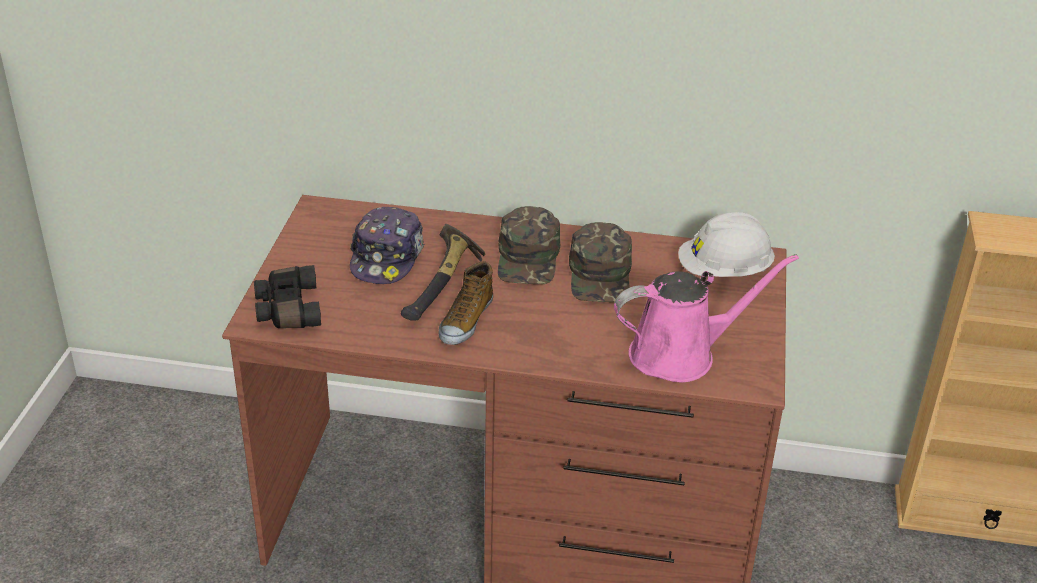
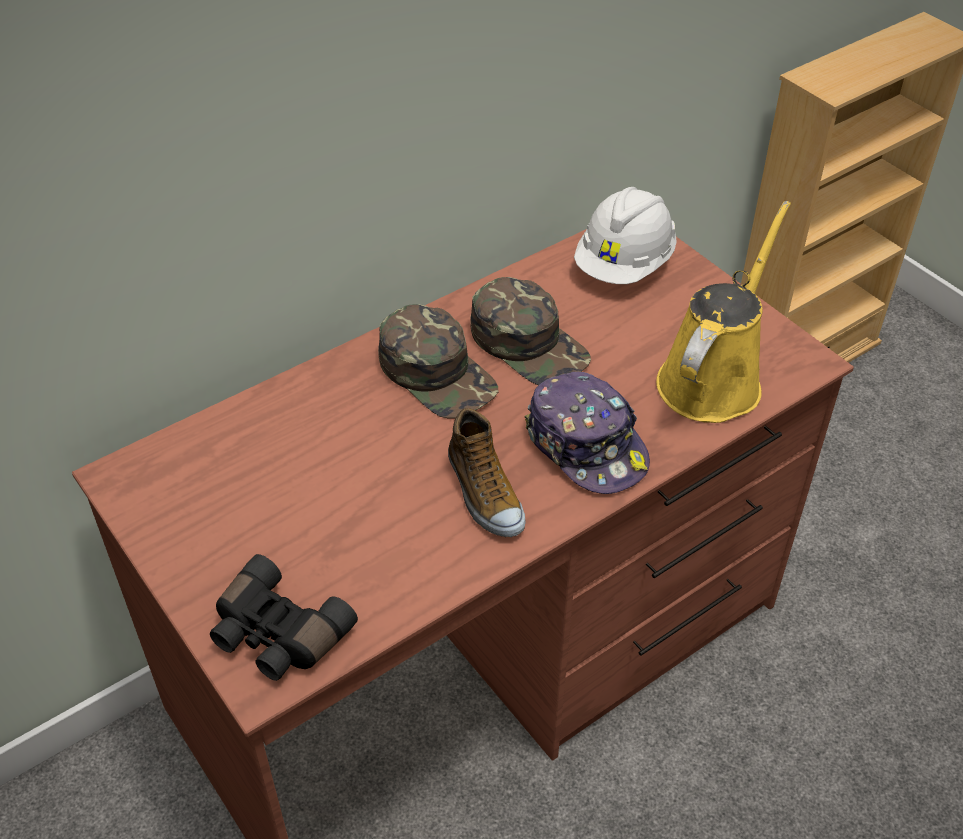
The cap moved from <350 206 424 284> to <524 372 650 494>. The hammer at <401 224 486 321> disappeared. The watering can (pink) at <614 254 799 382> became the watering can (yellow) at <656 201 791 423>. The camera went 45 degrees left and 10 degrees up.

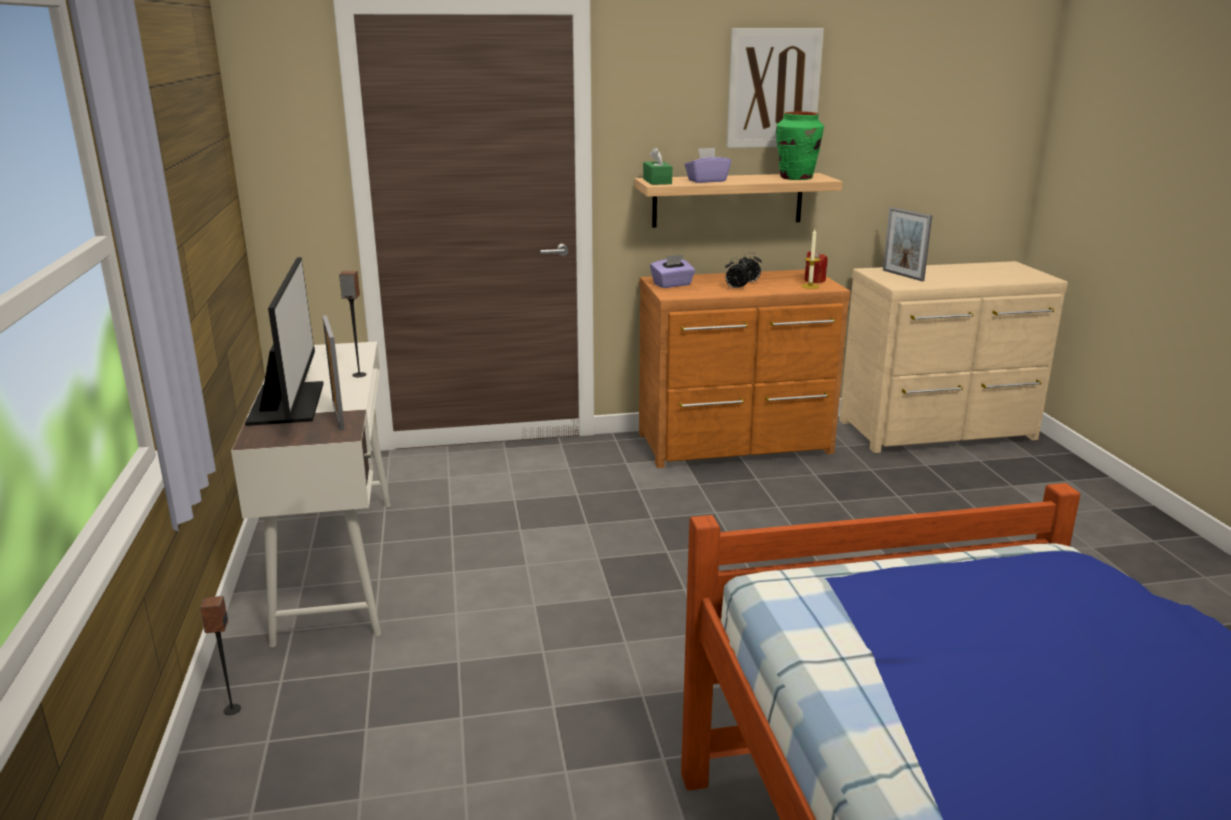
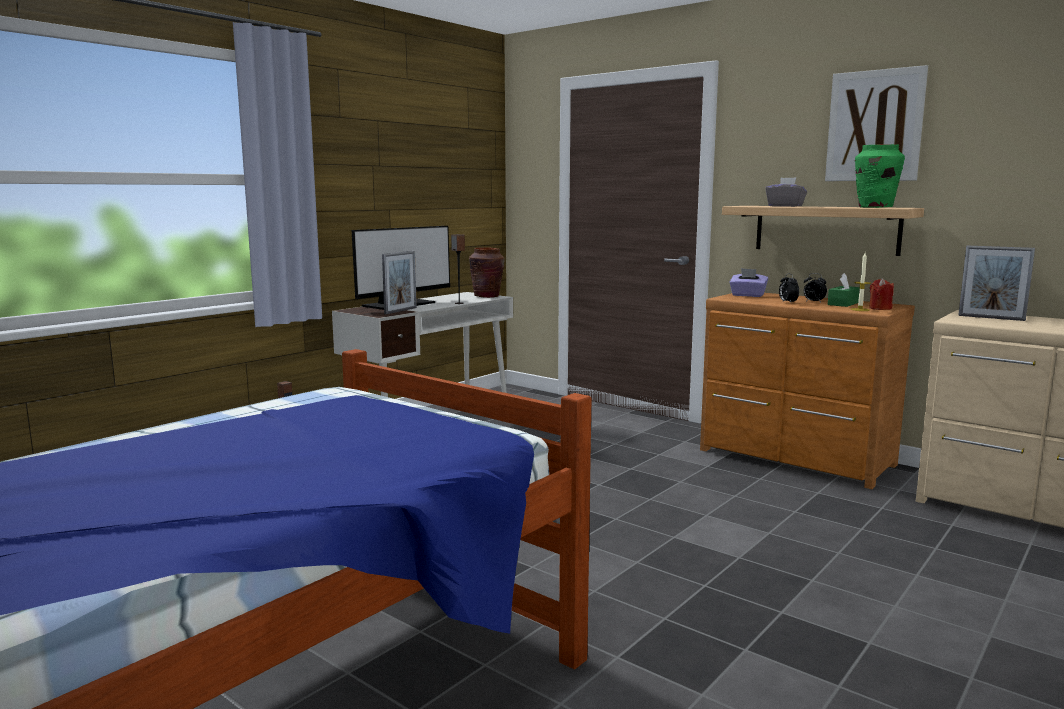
The tissue box (green) moved from <643 147 672 185> to <828 273 860 307>. The tissue box (purple) at <685 148 731 183> became the tissue box (grey) at <766 177 807 207>. The picture frame at <883 207 932 281> turned 75 degrees counterclockwise. The vase (brown) at <469 247 505 298> appeared. The camera went 50 degrees right and 10 degrees down.

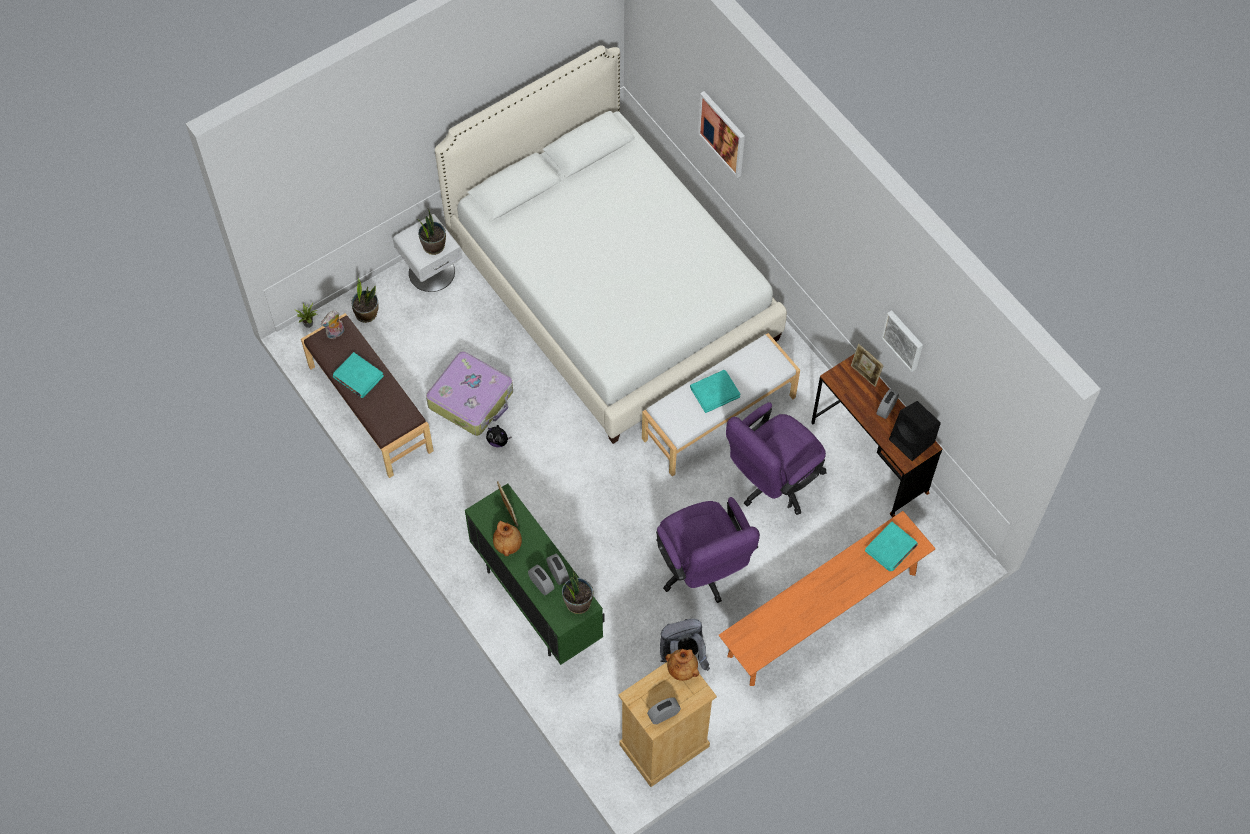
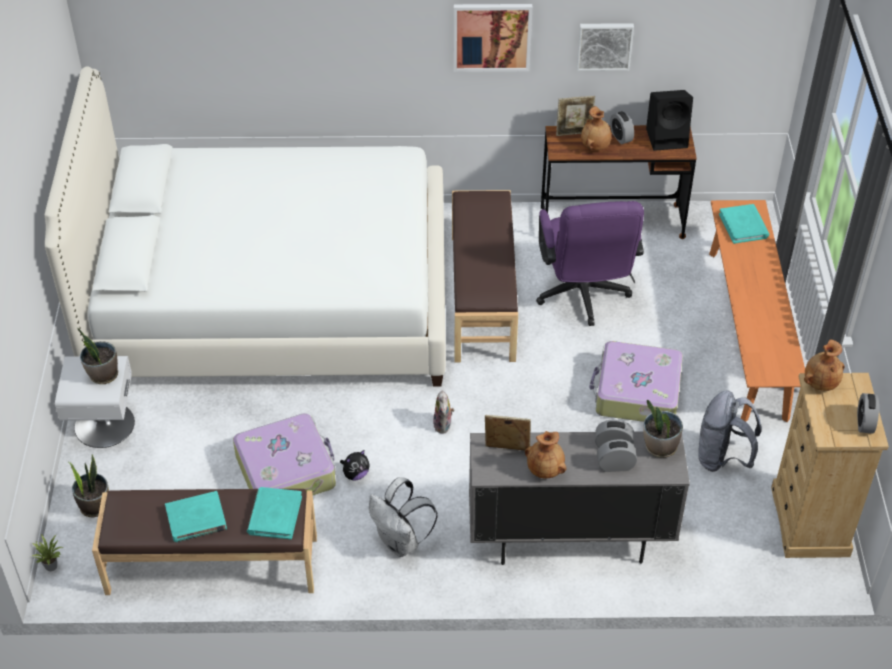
The plush toy moved from <321 310 344 339> to <433 391 455 434>. The cabinet (green) at <465 483 605 665> became the cabinet (grey) at <469 431 690 565>. The bench (white) at <642 333 800 477> became the bench (brown) at <452 190 518 362>. The office chair (purple) at <656 497 760 603> was replaced by the suitcase at <589 341 683 422>. The book (turquoise) moved from <690 370 740 413> to <247 487 302 539>. The picture moved from <698 91 745 178> to <453 4 532 72>. The backpack (white) at <369 477 438 557> appeared. The vase (brown) at <581 106 611 150> appeared. The camera went 55 degrees left and 15 degrees down.

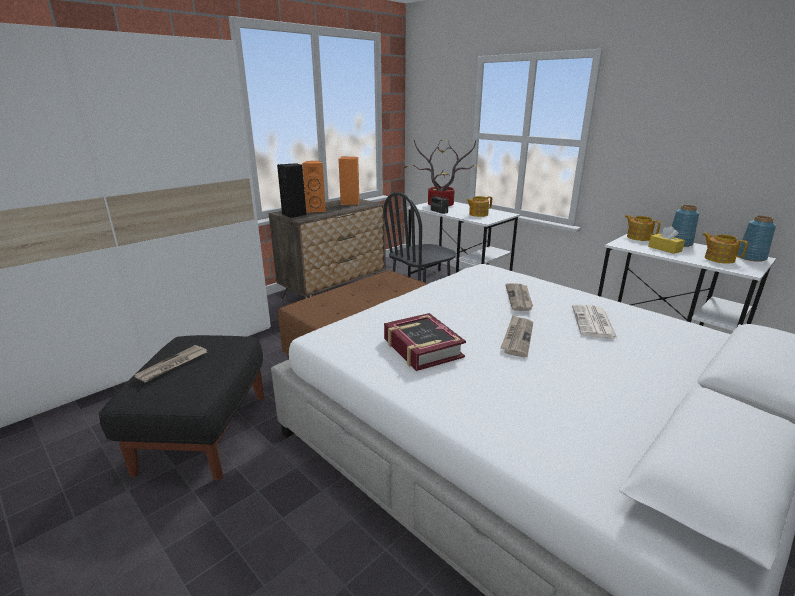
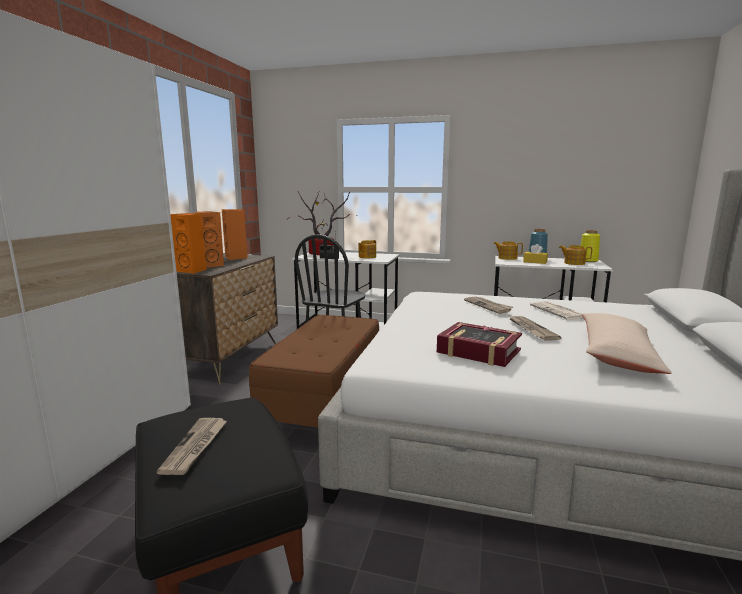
The speaker (black) at <277 163 307 218> became the speaker (orange) at <170 213 207 274>. The vase (blue) at <737 216 776 262> became the vase (yellow) at <581 230 600 262>. The pillow (beige) at <582 313 672 374> appeared. The camera went 30 degrees left and 10 degrees down.

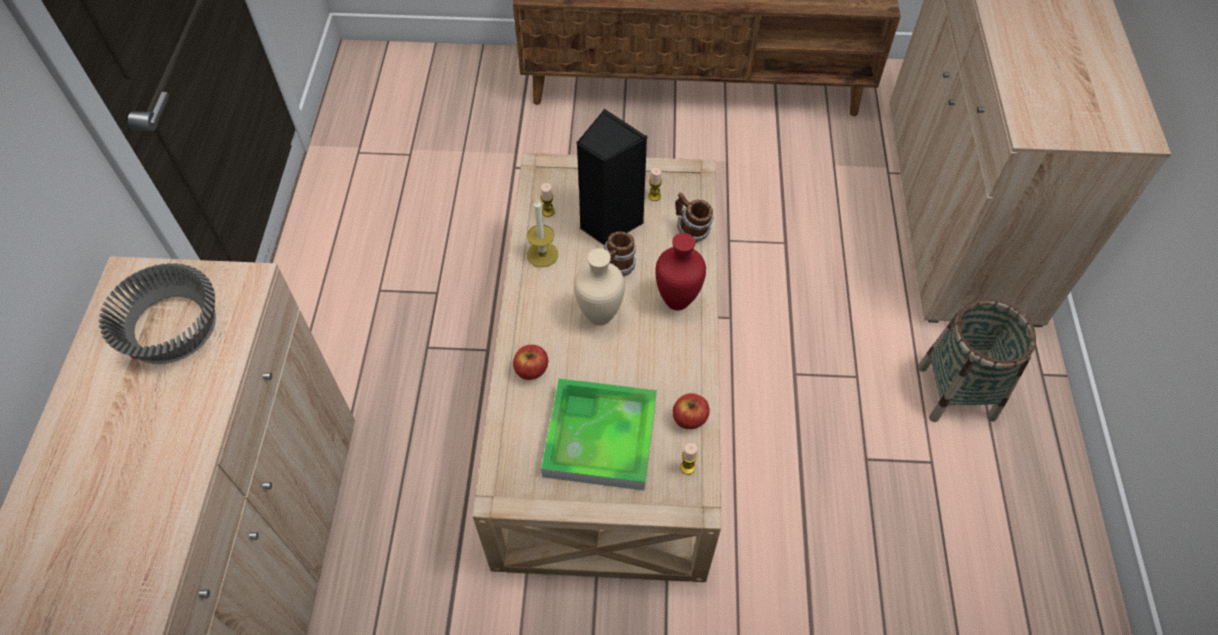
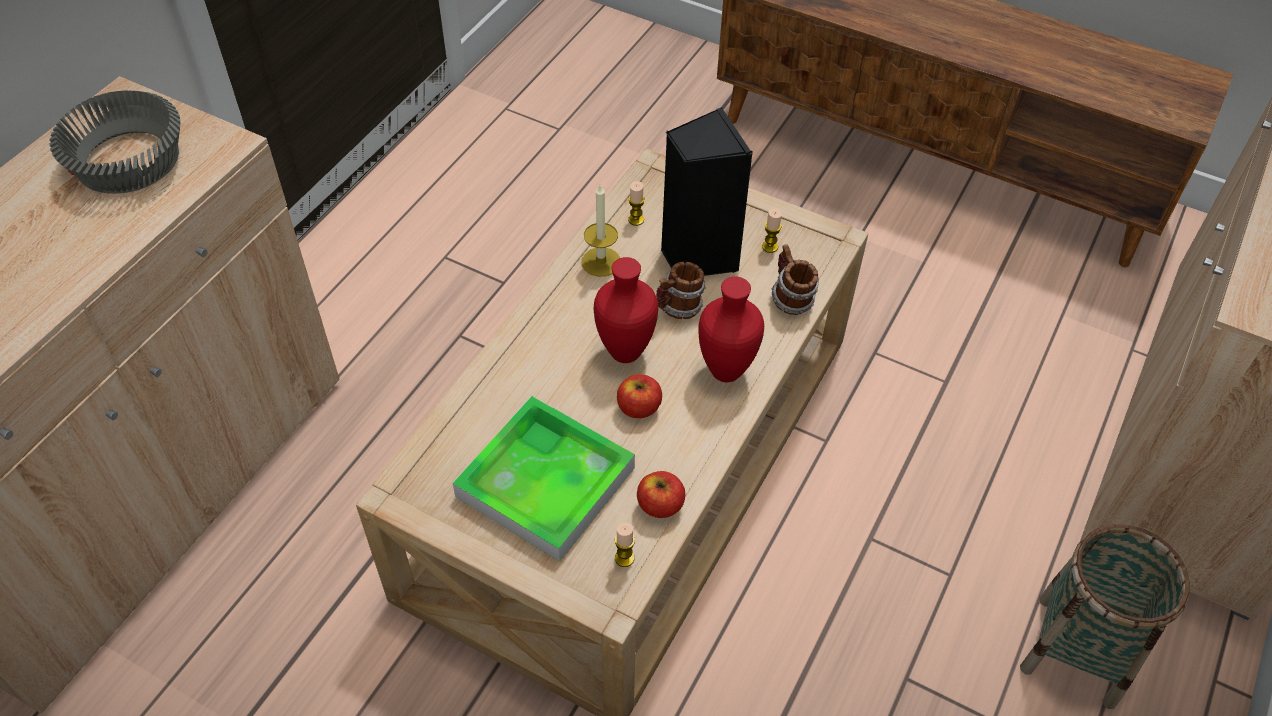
The apple moved from <513 345 548 380> to <617 374 662 418>. The vase (beige) at <574 248 625 326> became the vase (red) at <594 257 658 363>. The camera went 25 degrees right and 5 degrees down.

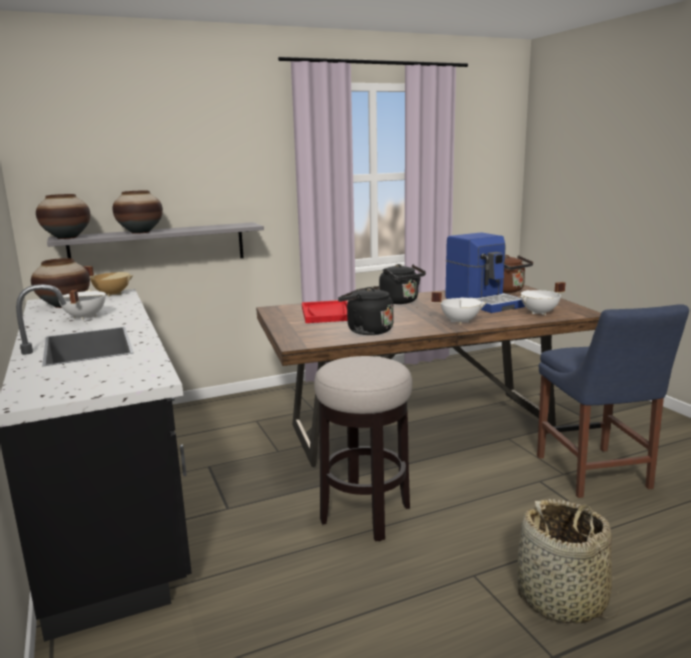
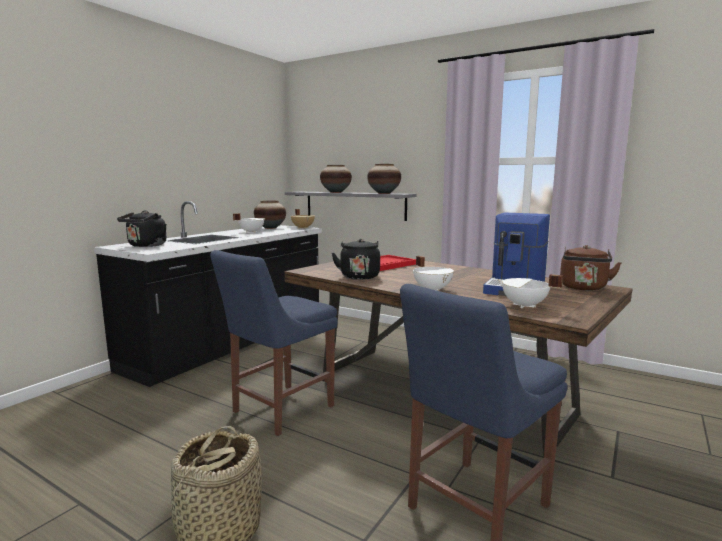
The vase moved from <36 194 90 239> to <367 164 401 194>. The stool at <314 356 412 541> was replaced by the chair (blue) at <210 250 338 436>. The kettle (black) moved from <379 264 426 304> to <117 210 166 247>. The camera went 55 degrees right and 5 degrees down.

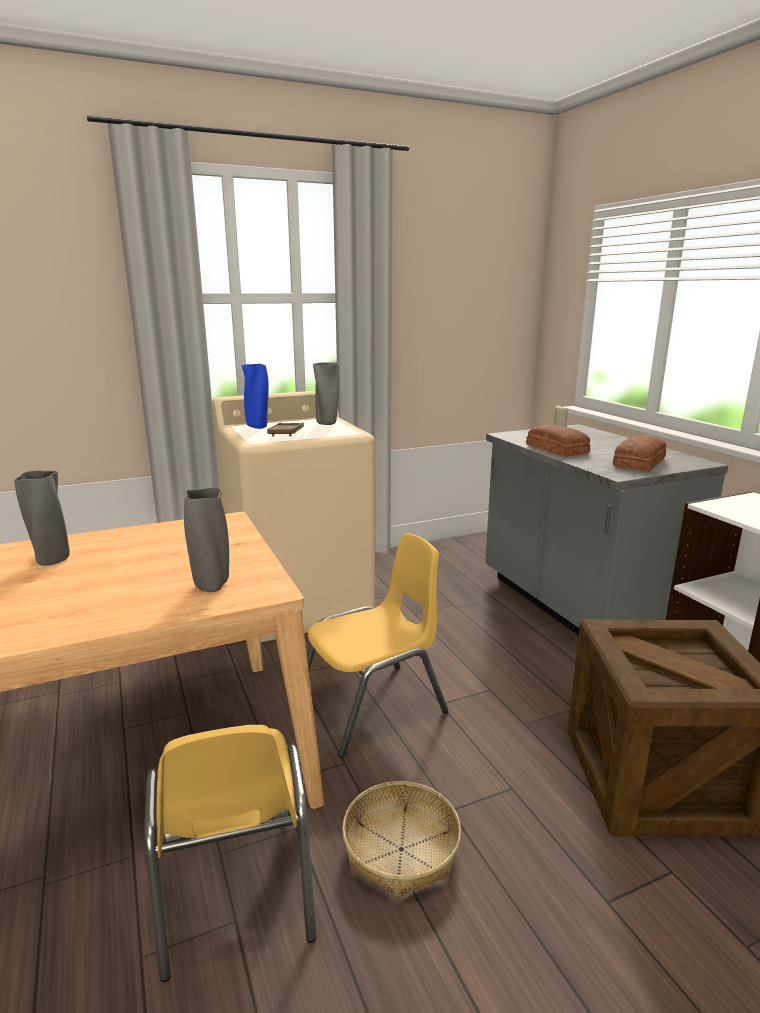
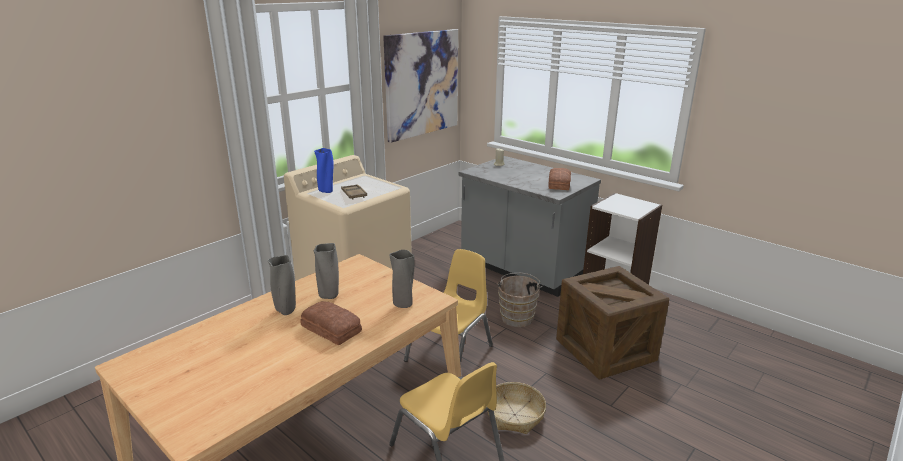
The vase (grey) moved from <313 362 339 425> to <314 243 339 299>. The bread moved from <526 425 590 457> to <300 301 362 345>. The picture at <383 29 458 143> appeared. The bucket (brown) at <497 273 543 327> appeared. The camera went 25 degrees left and 5 degrees up.

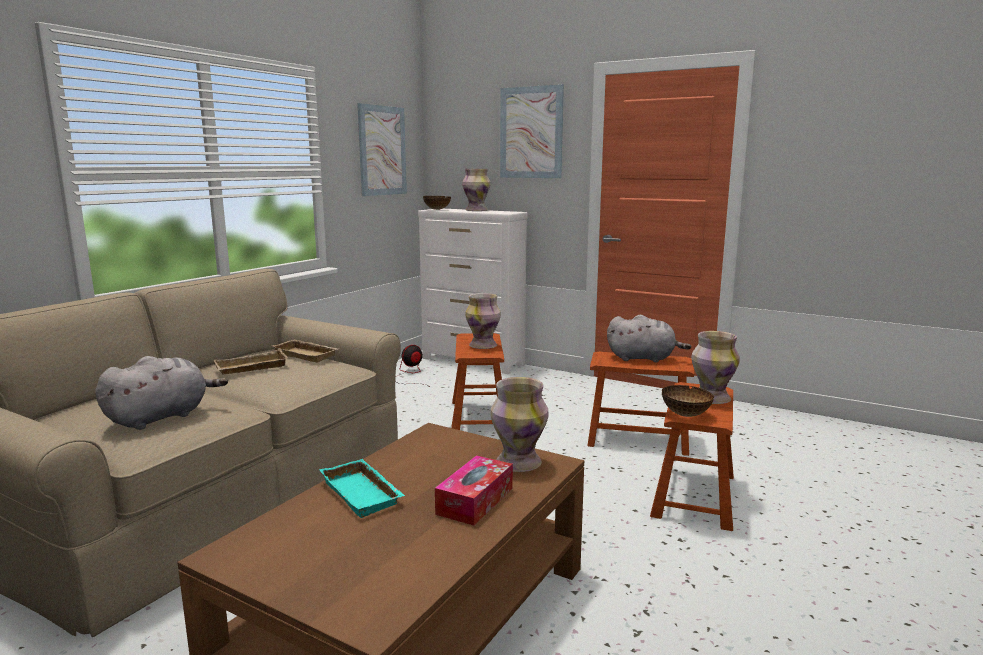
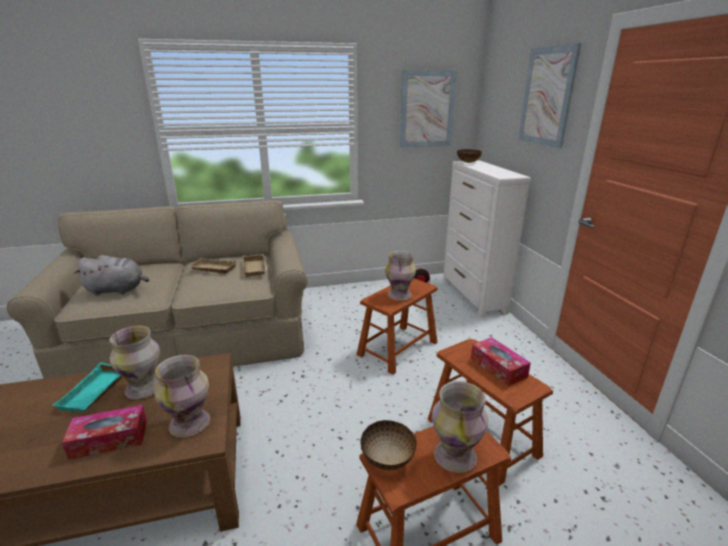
The vase moved from <462 169 491 211> to <110 326 160 399>. The plush toy (grey) at <607 315 691 362> was replaced by the tissue box at <471 337 531 386>. The camera went 45 degrees right and 10 degrees up.

